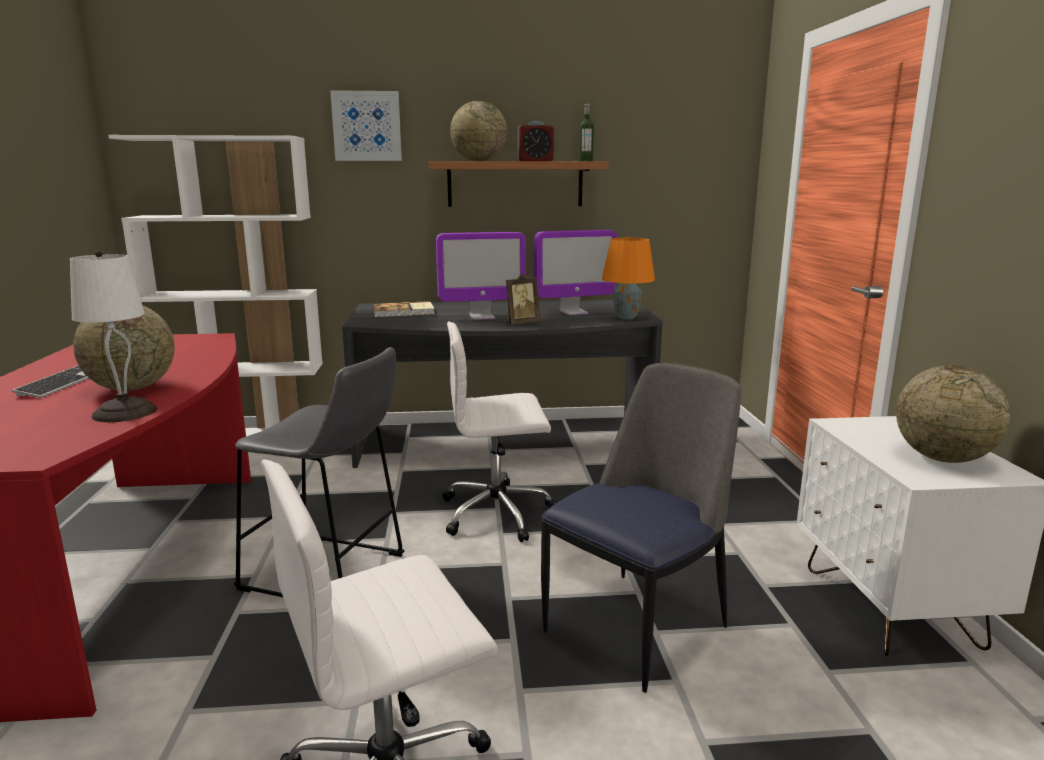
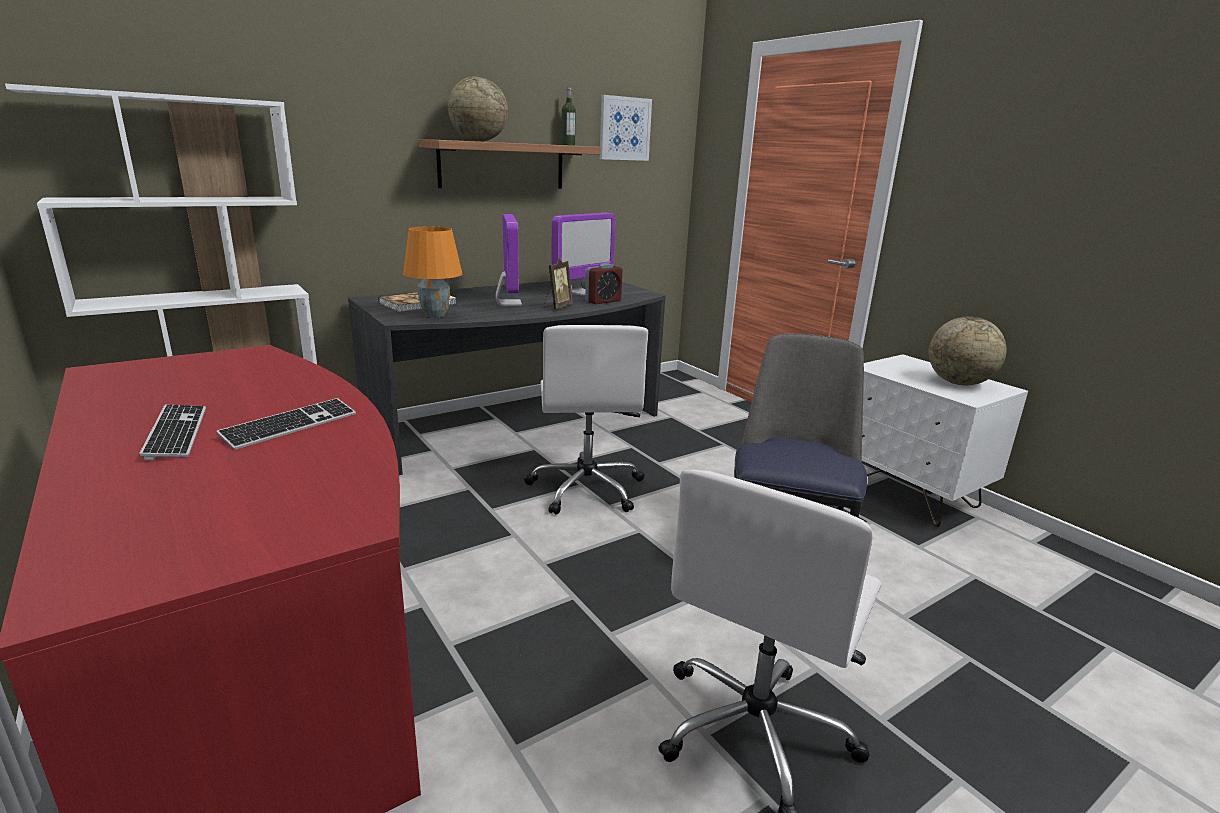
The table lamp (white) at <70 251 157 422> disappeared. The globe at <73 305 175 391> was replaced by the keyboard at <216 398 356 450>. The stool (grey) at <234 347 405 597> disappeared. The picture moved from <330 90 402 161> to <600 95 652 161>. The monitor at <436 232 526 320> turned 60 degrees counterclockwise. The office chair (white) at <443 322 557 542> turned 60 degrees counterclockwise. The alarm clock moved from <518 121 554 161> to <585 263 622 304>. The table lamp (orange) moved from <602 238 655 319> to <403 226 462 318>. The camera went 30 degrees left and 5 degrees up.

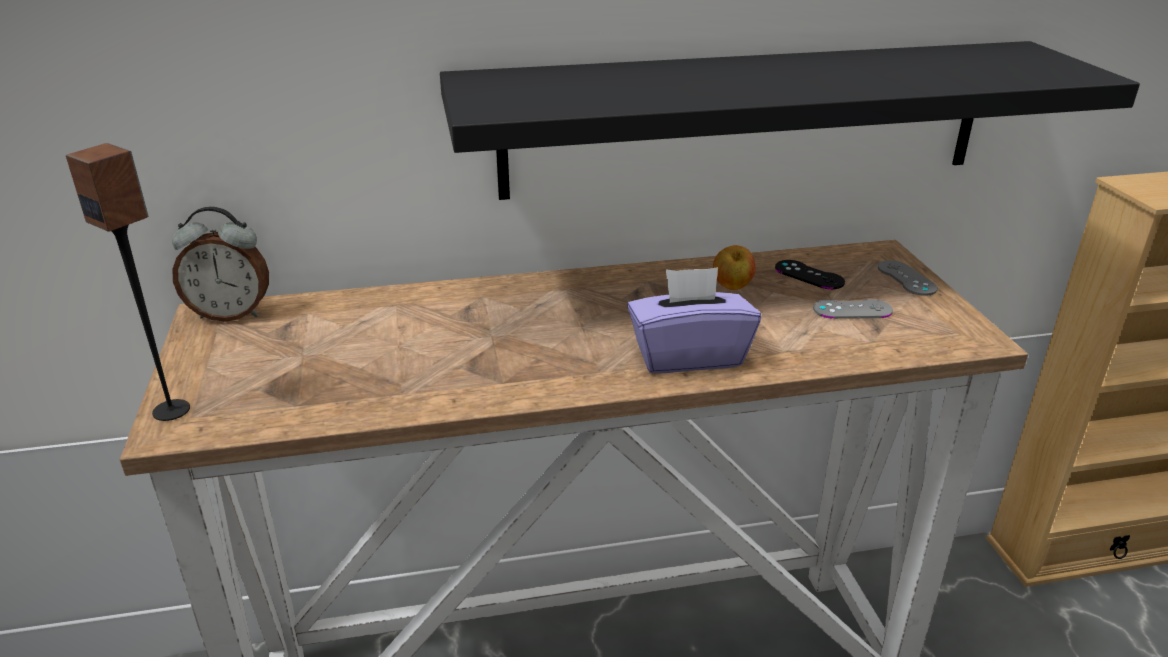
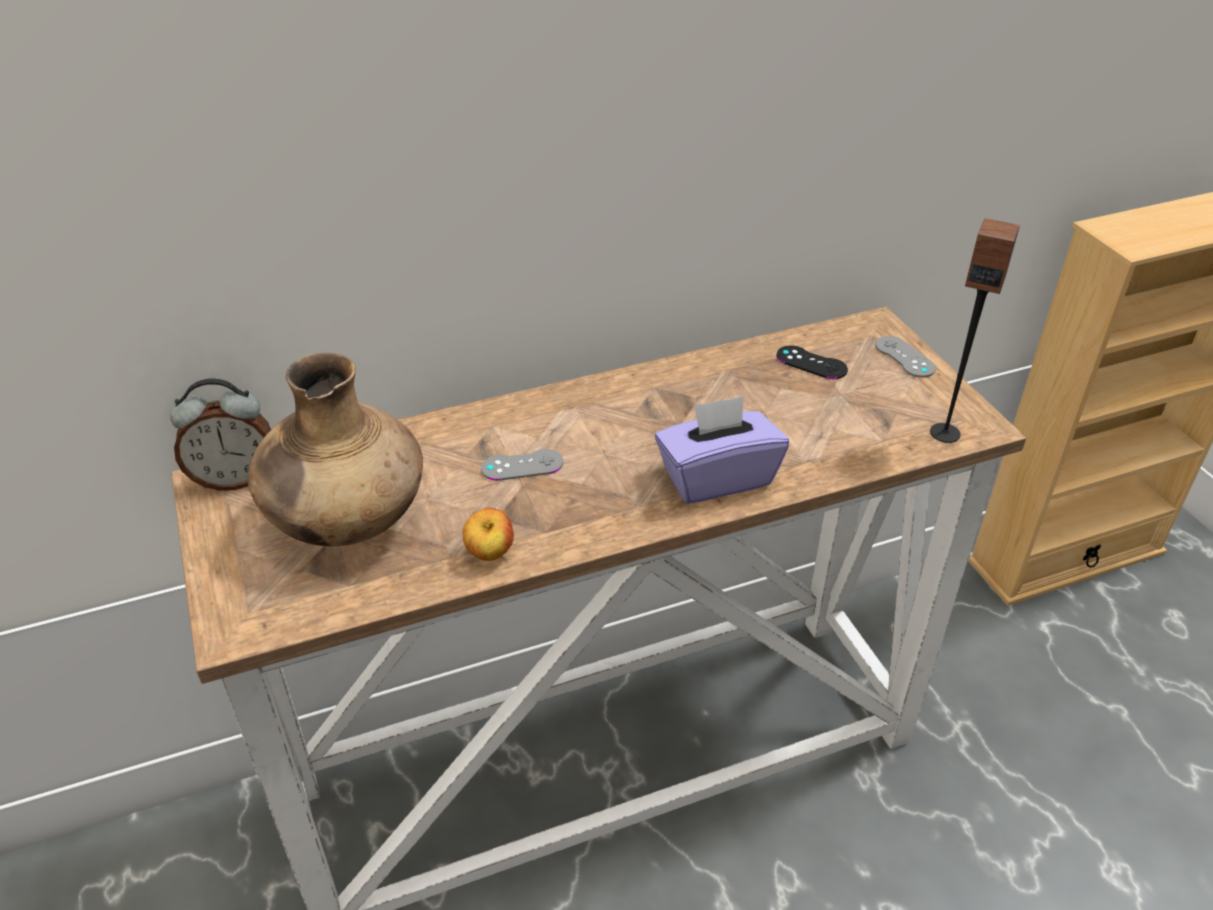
The speaker moved from <66 143 190 421> to <930 218 1020 443>. The shelf (black) at <440 41 1140 200> disappeared. The apple moved from <713 245 756 290> to <463 508 514 561>. The game controller (grey) moved from <813 299 893 319> to <481 449 563 481>. The vase (brown) at <248 353 423 546> appeared. The camera went 10 degrees left and 10 degrees up.

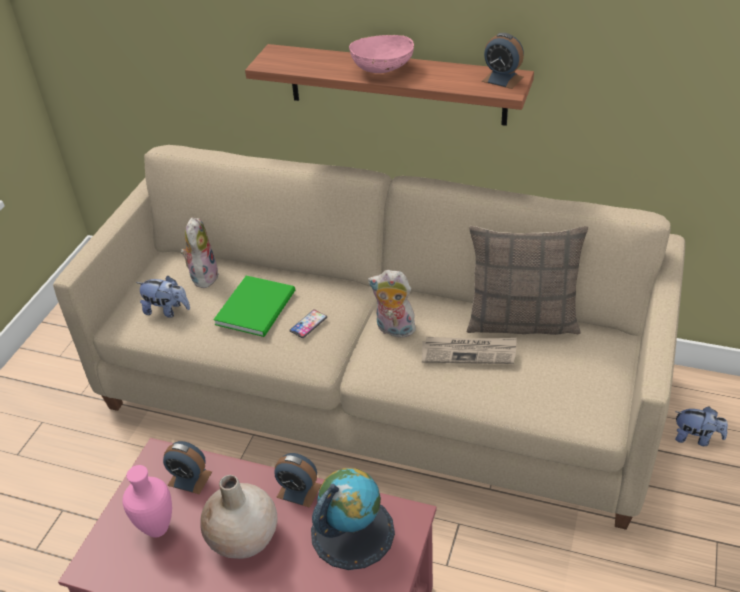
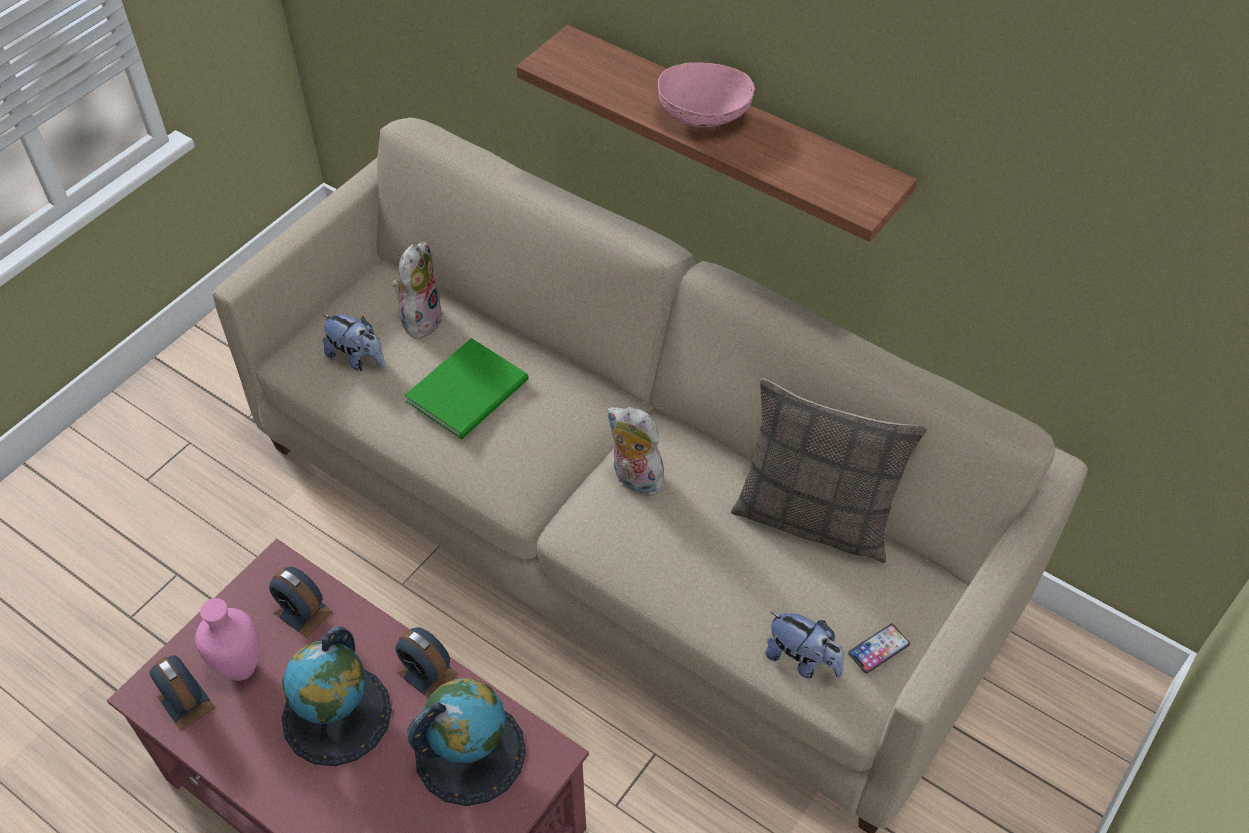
The vase (beige) at <200 475 278 559> was replaced by the globe at <281 627 392 766>. The phone moved from <290 309 327 338> to <848 624 910 673>. The newspaper at <422 337 517 364> disappeared. The alarm clock moved from <482 33 524 89> to <150 655 216 731>. The plush toy moved from <675 407 728 446> to <765 611 844 679>. The camera went 15 degrees right and 10 degrees up.

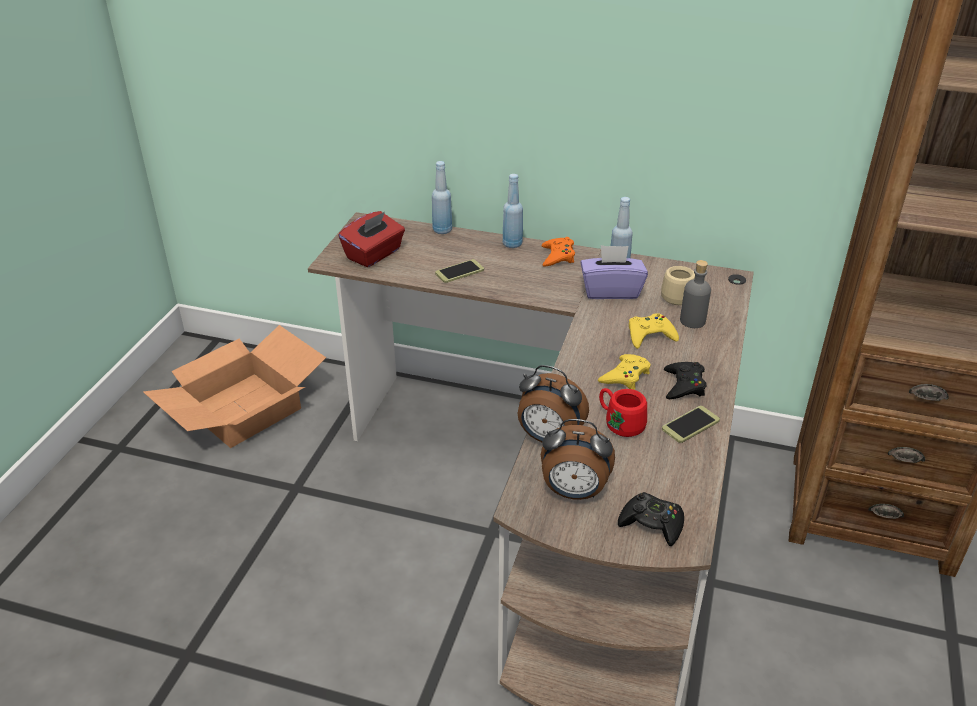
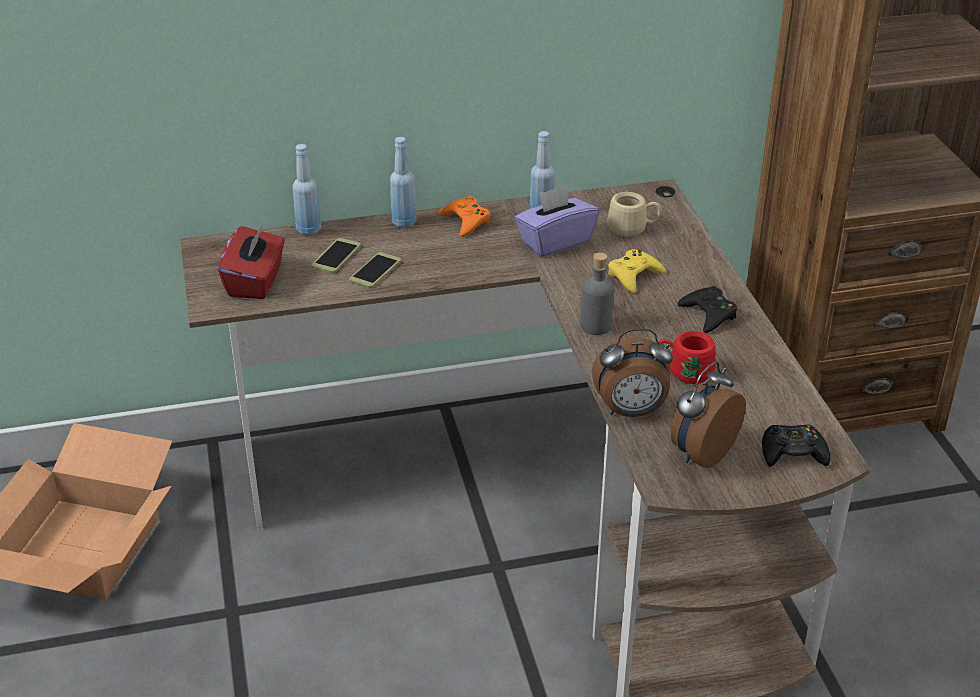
The alarm clock at <541 419 615 500> turned 150 degrees clockwise. The game controller (yellow) at <598 354 651 390> disappeared. The phone moved from <662 406 720 443> to <312 238 361 274>. The bottle (grey) moved from <680 260 711 328> to <581 253 614 335>. The camera went 30 degrees left and 0 degrees up.

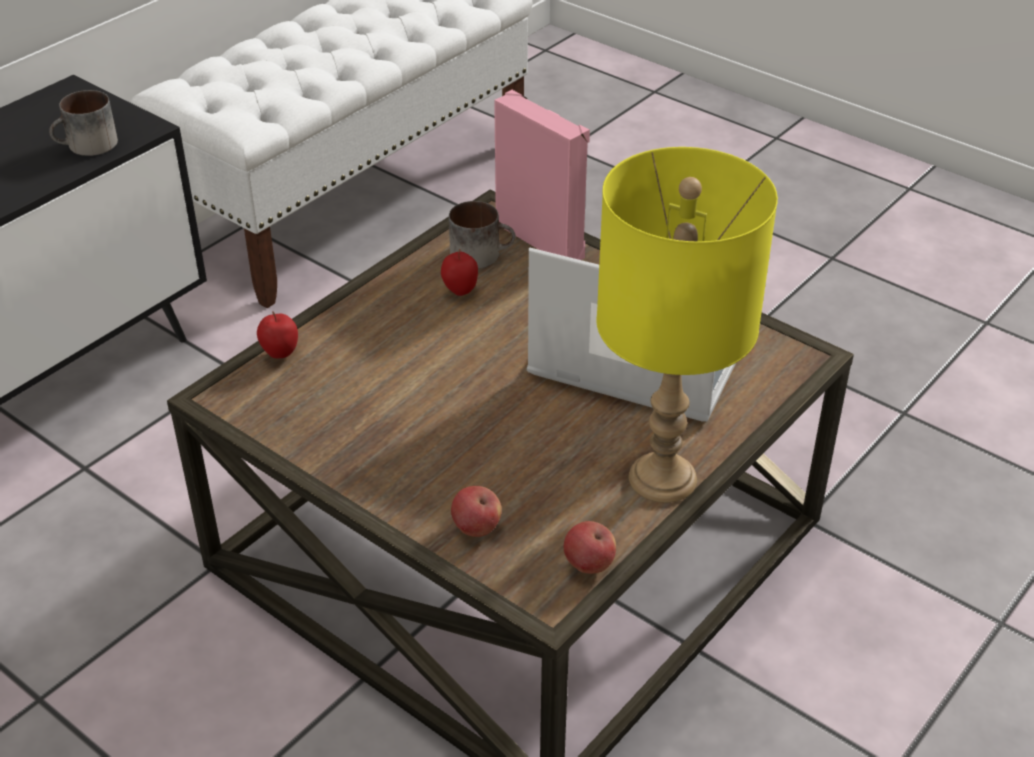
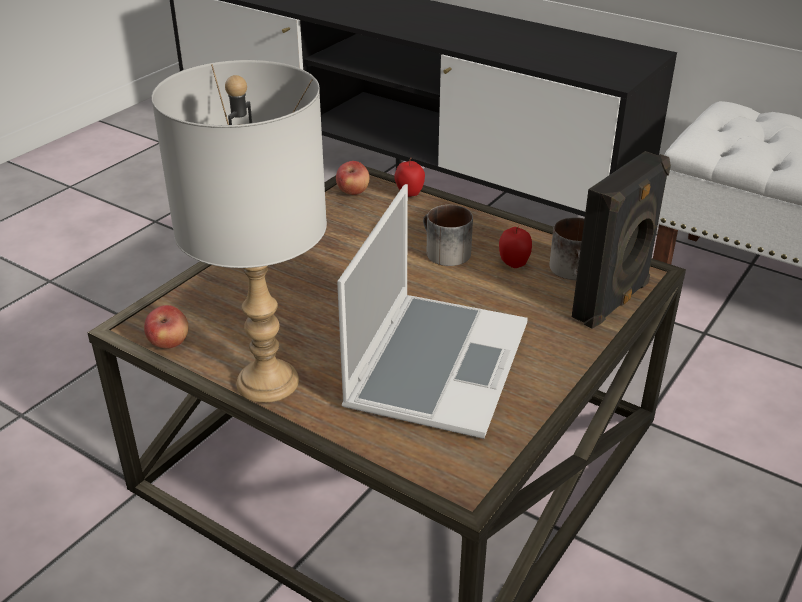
The mug moved from <49 90 118 156> to <423 205 473 266>. The apple moved from <451 486 502 537> to <336 161 370 195>. The speaker (pink) at <494 90 590 260> became the speaker (black) at <572 151 671 329>. The table lamp (yellow) at <597 147 778 503> became the table lamp (grey) at <151 60 327 403>. The camera went 85 degrees right and 5 degrees down.

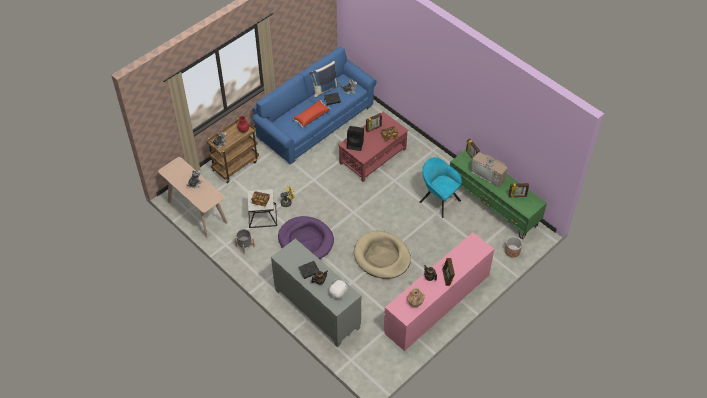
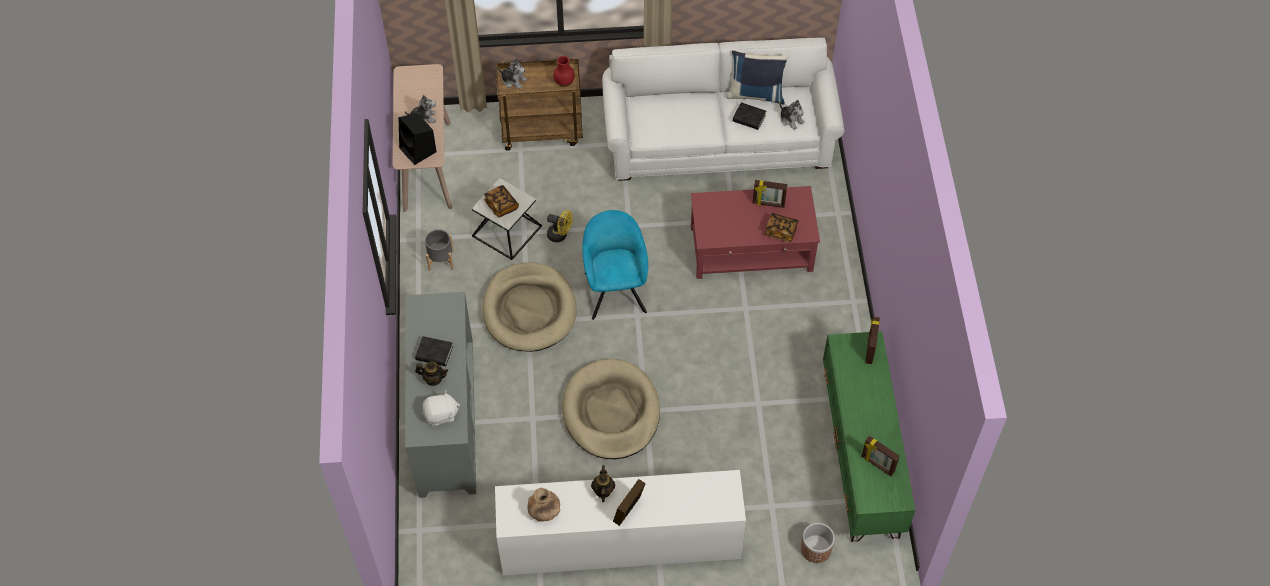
The sofa (blue) at <253 47 376 165> became the sofa (white) at <602 38 844 181>. The dog bed (purple) at <278 216 334 259> became the dog bed (beige) at <482 262 577 352>. The pillow (red) at <293 100 331 128> disappeared. The speaker (black) moved from <347 126 364 151> to <399 113 437 165>. The dresser (pink) at <384 232 494 351> became the dresser (white) at <495 470 746 575>. The armchair (turquoise) moved from <420 157 462 218> to <583 210 648 320>. The television at <470 148 507 187> disappeared. The camera went 40 degrees right and 5 degrees up.

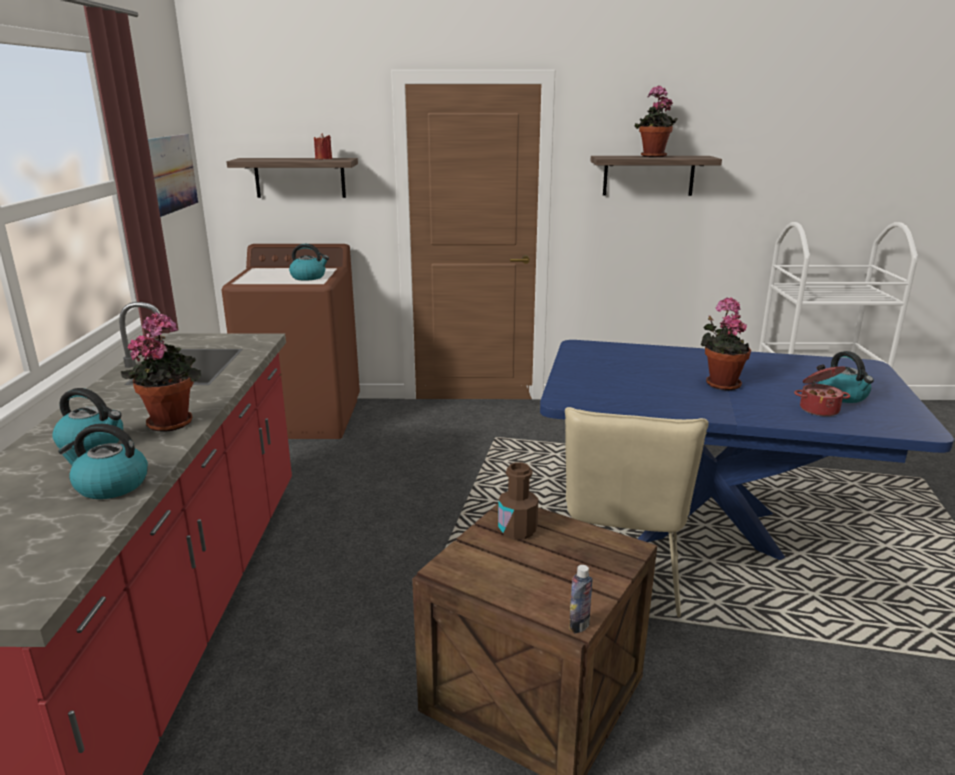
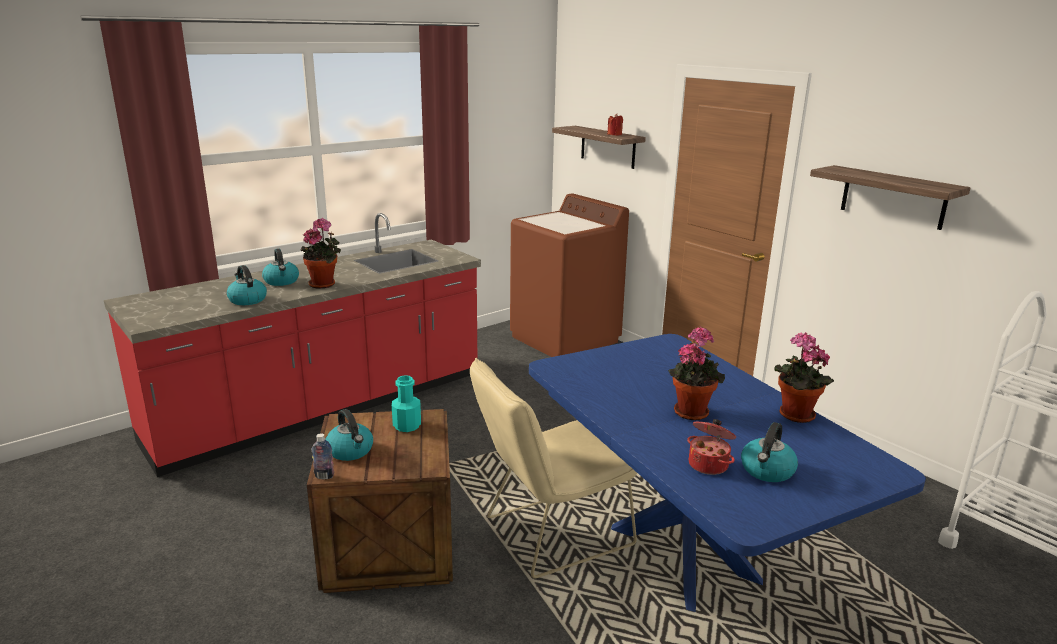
The picture at <148 134 198 217> disappeared. The kettle moved from <289 244 329 281> to <325 409 373 461>. The bottle (brown) at <498 462 539 540> became the bottle (turquoise) at <392 375 421 432>. The potted plant moved from <635 85 678 157> to <774 332 834 423>. The camera went 50 degrees right and 0 degrees up.

